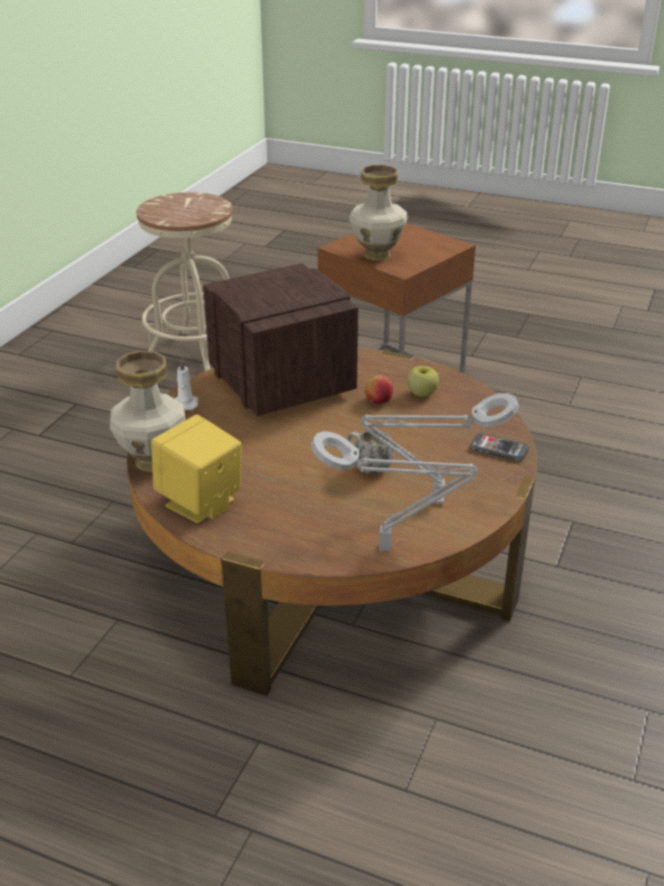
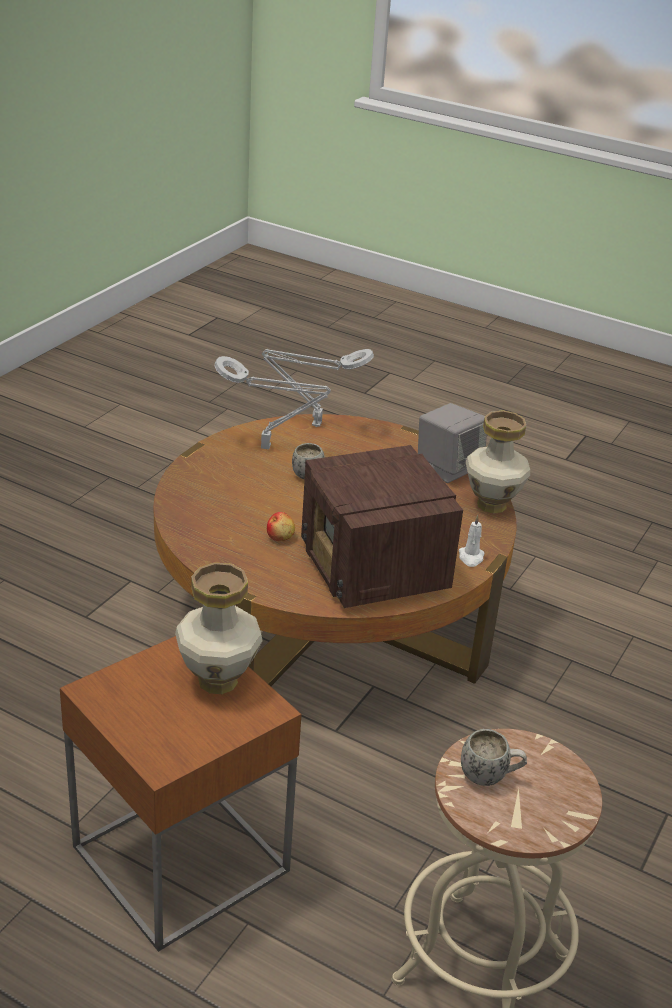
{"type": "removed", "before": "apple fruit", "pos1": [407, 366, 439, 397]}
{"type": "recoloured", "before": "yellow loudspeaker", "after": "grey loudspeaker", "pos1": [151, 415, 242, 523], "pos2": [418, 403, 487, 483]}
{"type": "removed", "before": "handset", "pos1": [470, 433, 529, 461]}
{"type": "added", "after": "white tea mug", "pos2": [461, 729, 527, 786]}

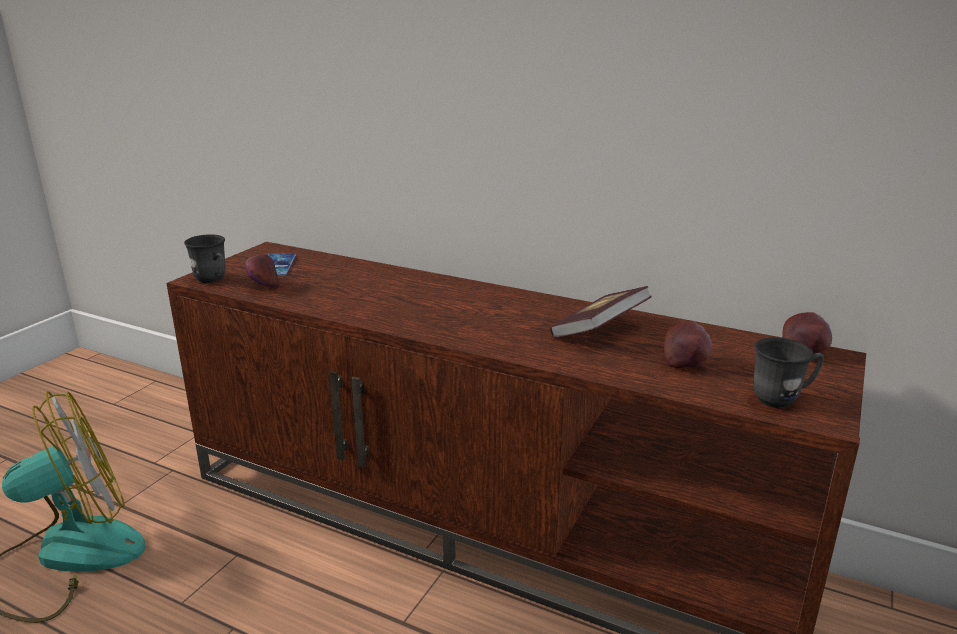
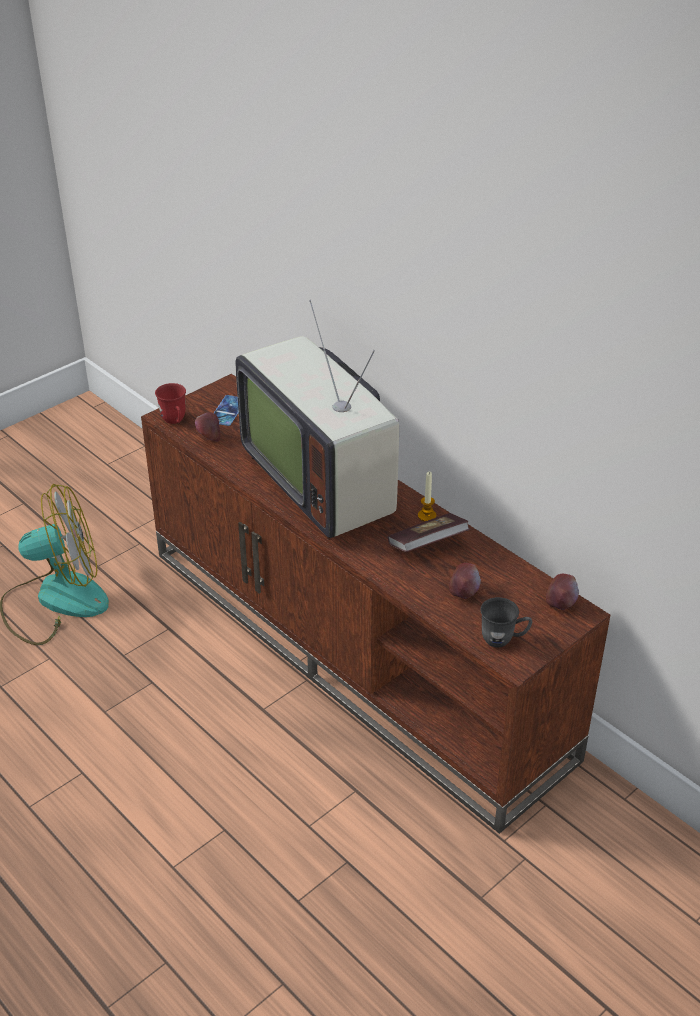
{"type": "recoloured", "before": "grey tea mug", "after": "red-coloured tea mug", "pos1": [184, 234, 226, 283], "pos2": [155, 383, 186, 424]}
{"type": "added", "after": "TV", "pos2": [235, 300, 399, 540]}
{"type": "added", "after": "wax light", "pos2": [418, 472, 436, 522]}

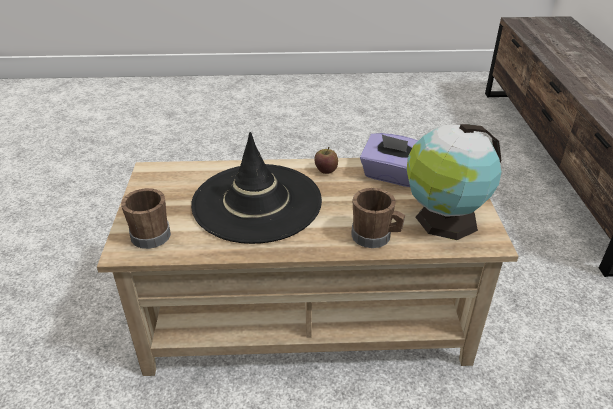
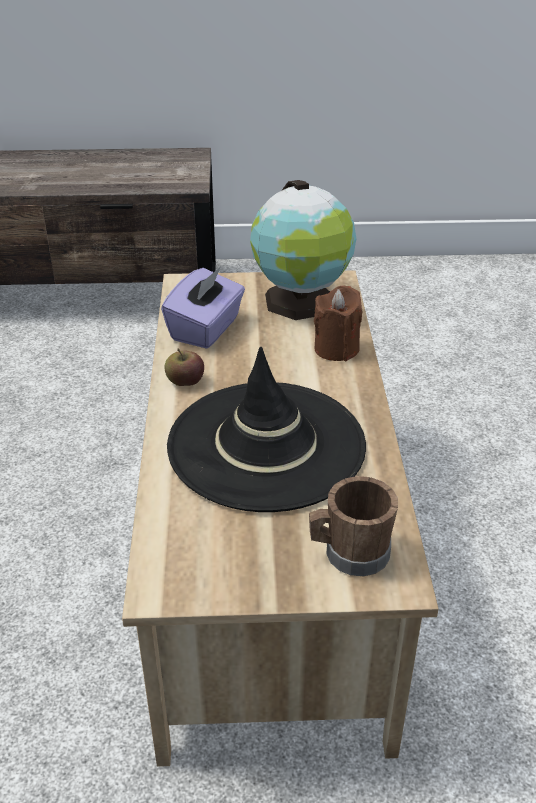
{"type": "replaced", "before": "brown tea mug", "after": "brown wax light", "pos1": [351, 188, 405, 248], "pos2": [314, 286, 363, 361]}

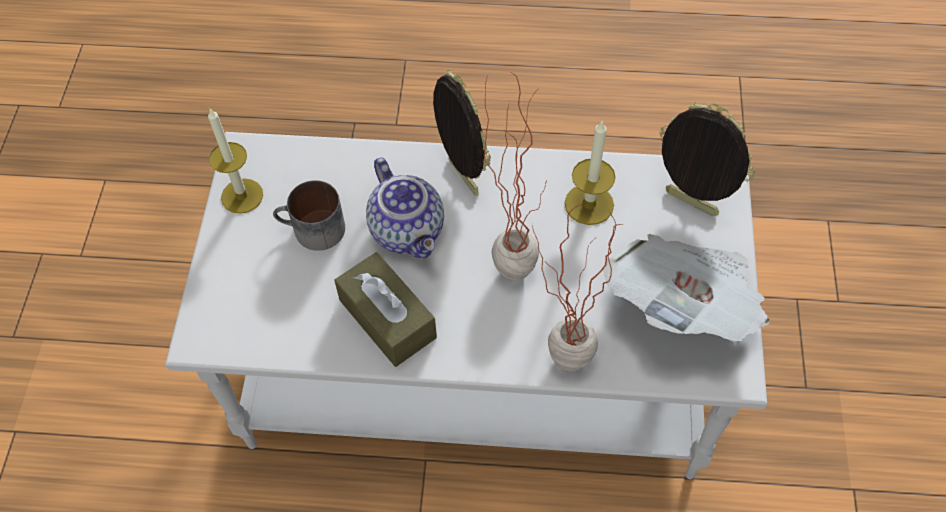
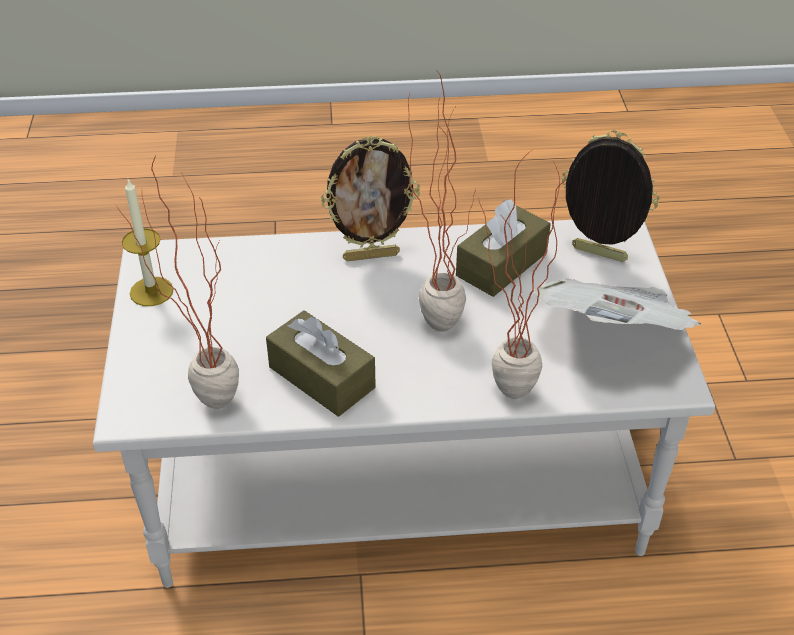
{"type": "turned", "before": "standing frame", "pos1": [433, 70, 491, 195], "pos2": [321, 135, 420, 261], "turn": 120}
{"type": "replaced", "before": "wax light", "after": "brown tissue box", "pos1": [565, 120, 616, 225], "pos2": [456, 199, 551, 297]}
{"type": "removed", "before": "pot for tea", "pos1": [366, 157, 444, 259]}
{"type": "removed", "before": "tea mug", "pos1": [273, 180, 345, 251]}
{"type": "added", "after": "plant in a pot", "pos2": [116, 155, 239, 409]}

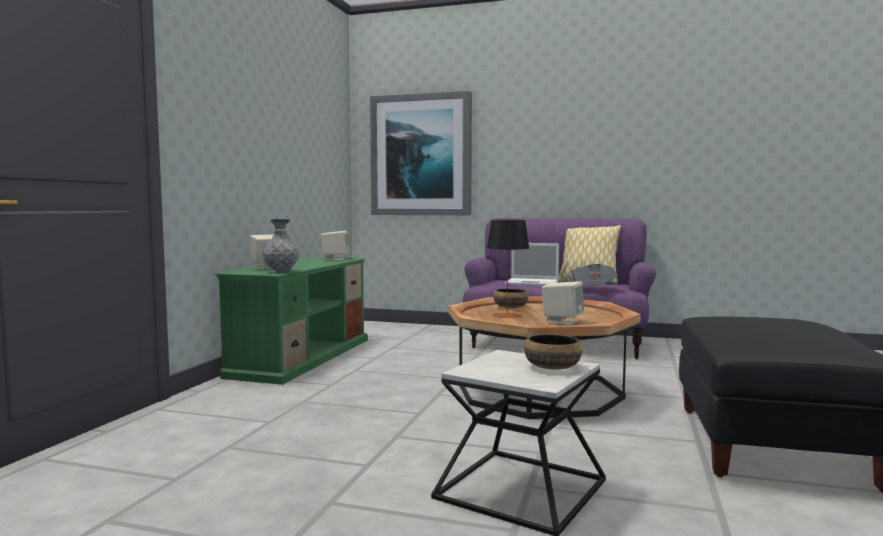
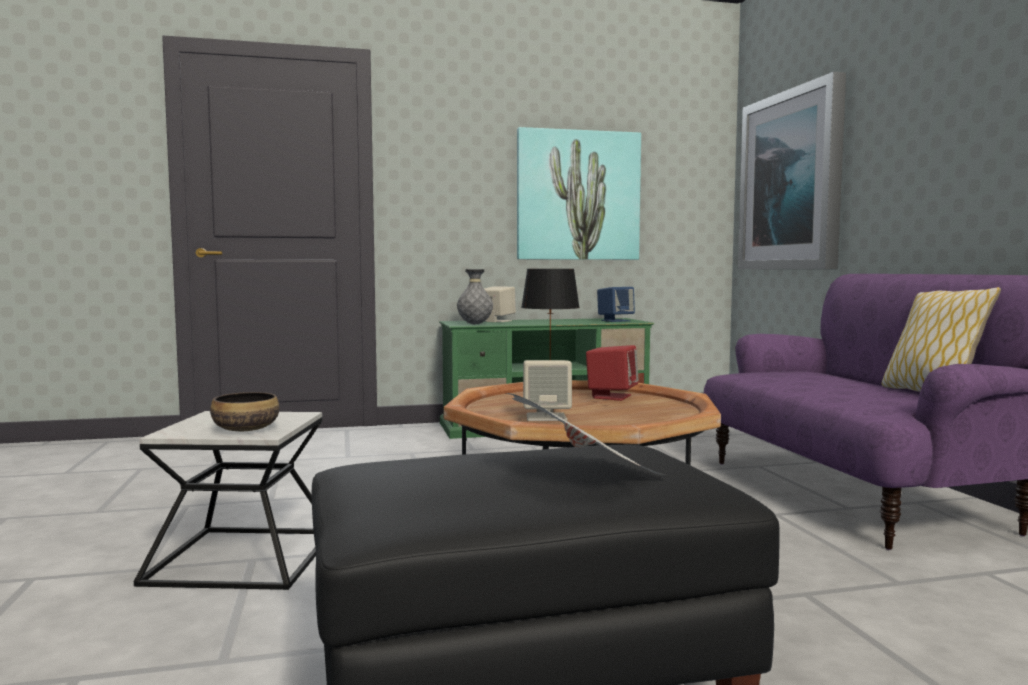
{"type": "recoloured", "before": "beige loudspeaker", "after": "blue-coloured loudspeaker", "pos1": [321, 231, 349, 260], "pos2": [597, 287, 635, 322]}
{"type": "removed", "before": "portable computer", "pos1": [505, 243, 559, 286]}
{"type": "moved", "before": "daily paper", "pos1": [570, 264, 618, 286], "pos2": [507, 393, 666, 475]}
{"type": "replaced", "before": "bowl", "after": "red-coloured loudspeaker", "pos1": [494, 289, 528, 308], "pos2": [586, 345, 639, 401]}
{"type": "added", "after": "picture", "pos2": [517, 127, 641, 260]}

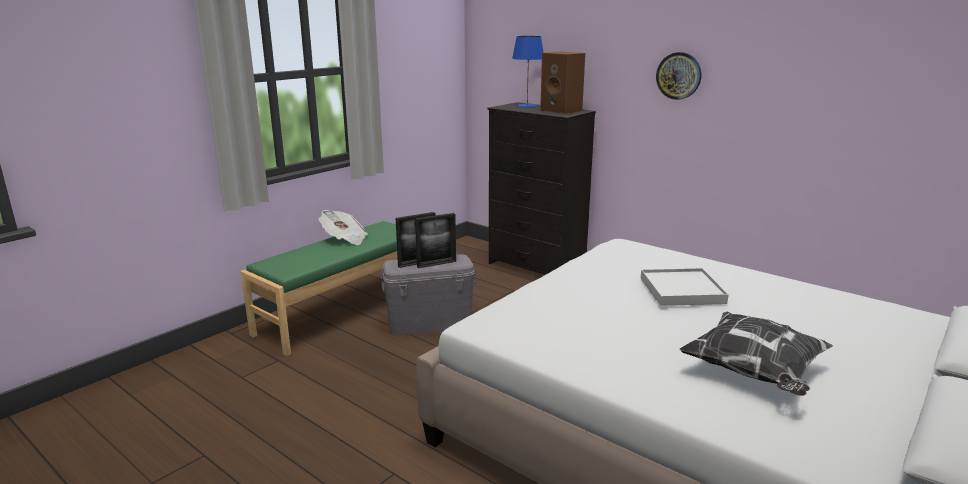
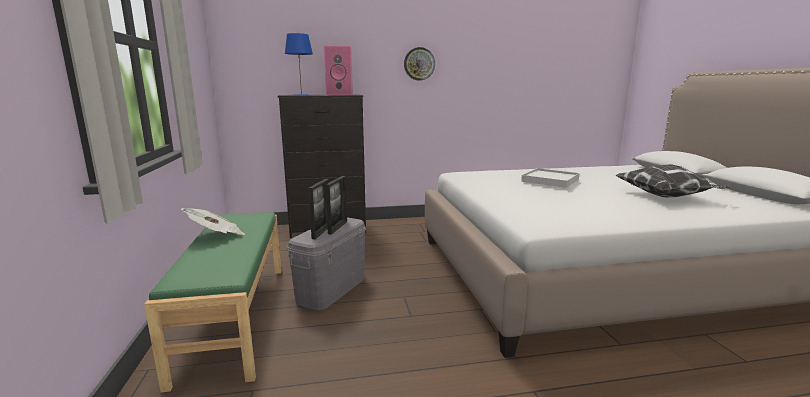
{"type": "recoloured", "before": "brown loudspeaker", "after": "pinkish loudspeaker", "pos1": [540, 51, 585, 114], "pos2": [324, 46, 353, 95]}

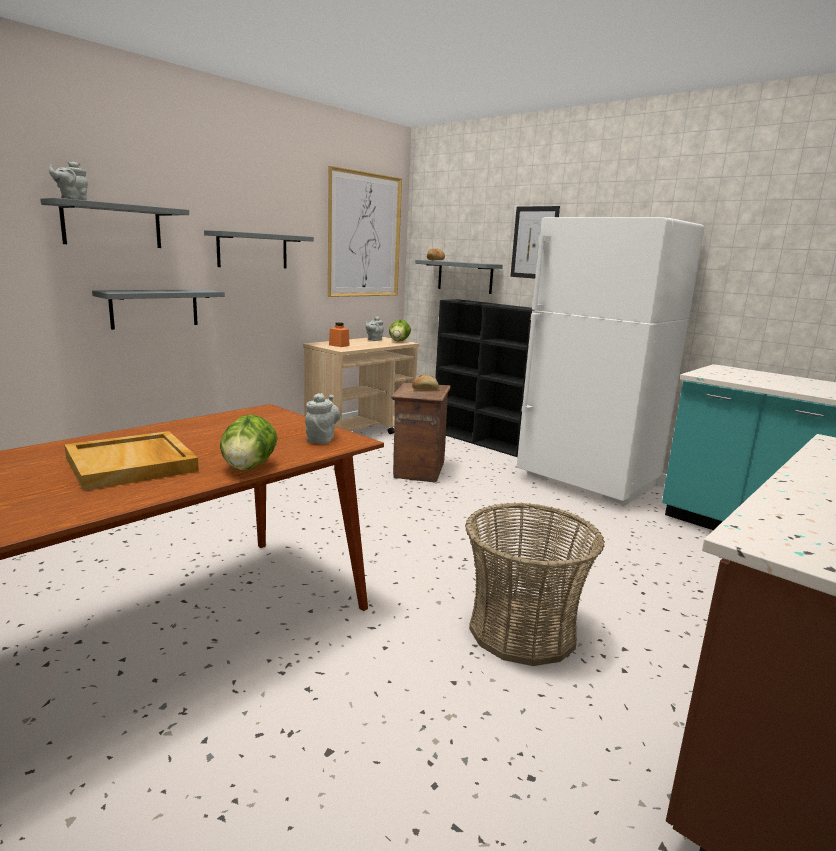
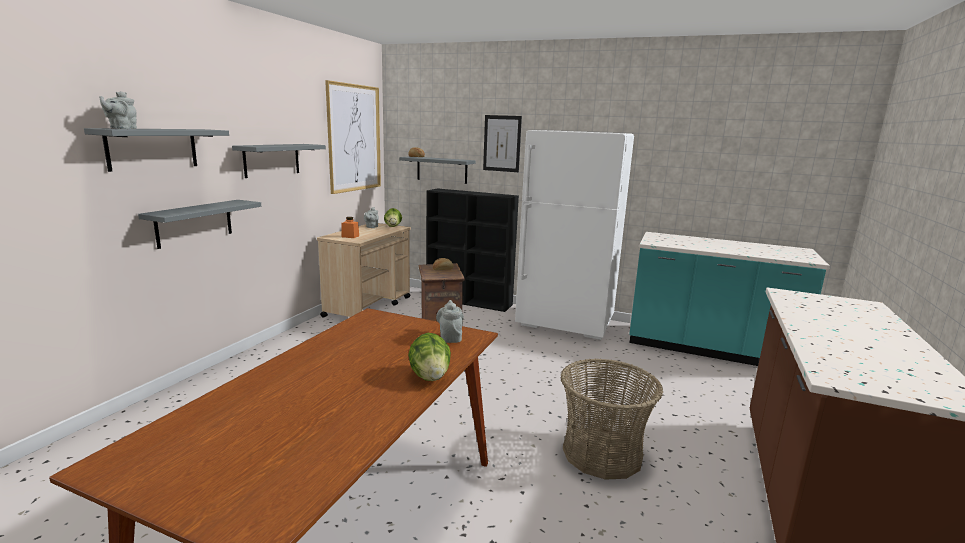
{"type": "removed", "before": "beige carrying tray", "pos1": [64, 431, 199, 491]}

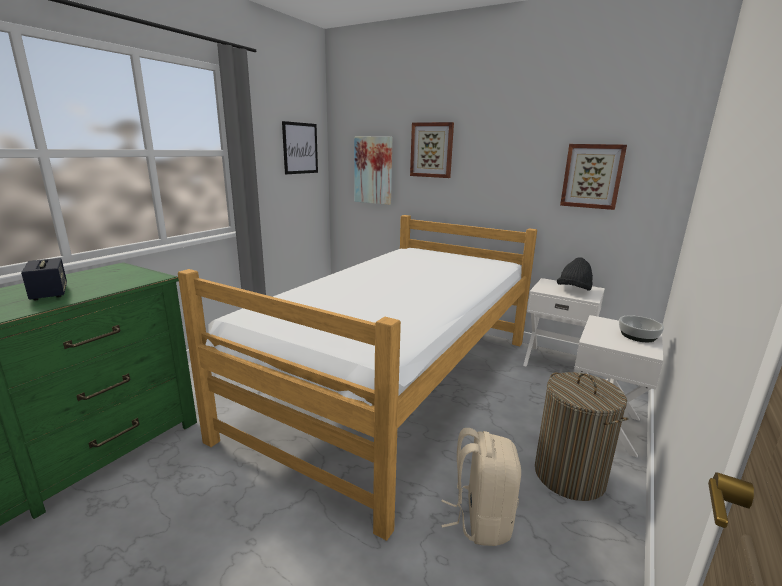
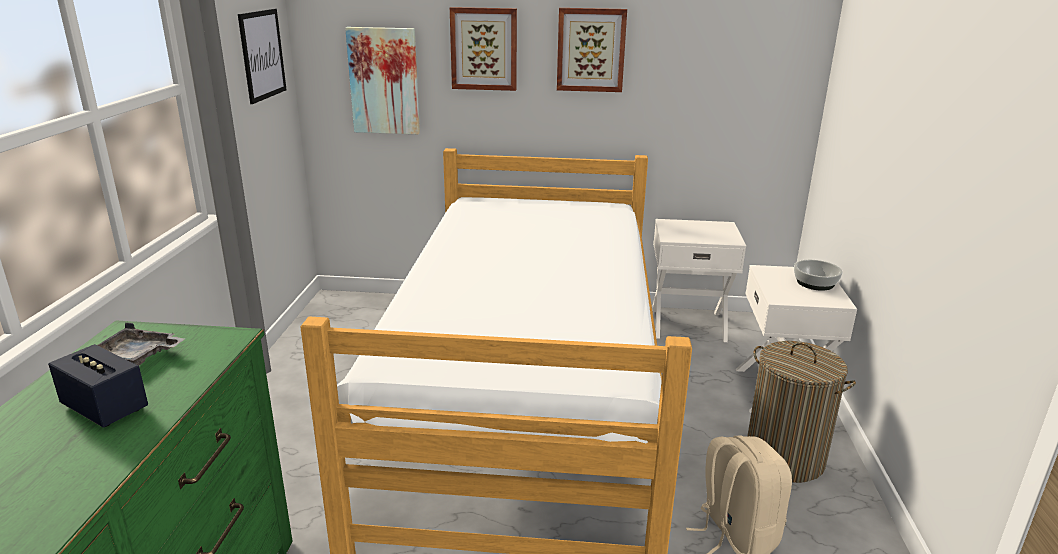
{"type": "moved", "before": "picture", "pos1": [560, 144, 627, 210], "pos2": [557, 8, 627, 92]}
{"type": "removed", "before": "black clothing hat", "pos1": [557, 257, 593, 290]}
{"type": "added", "after": "grey carrying tray", "pos2": [97, 322, 185, 366]}

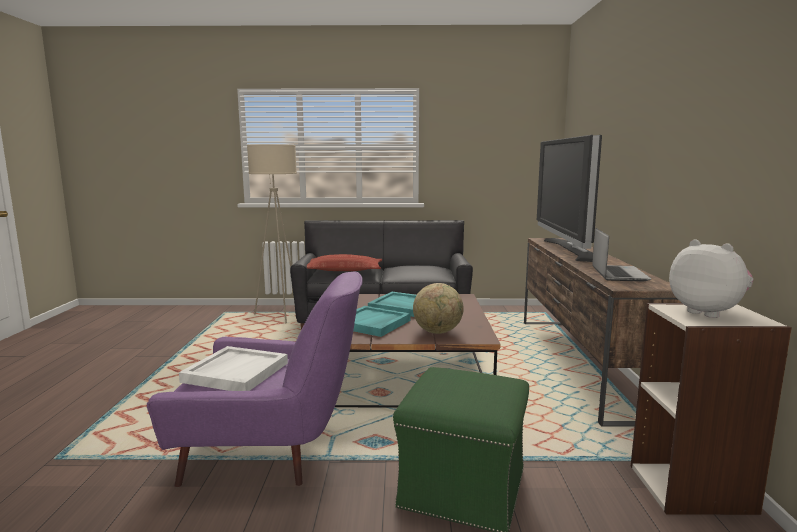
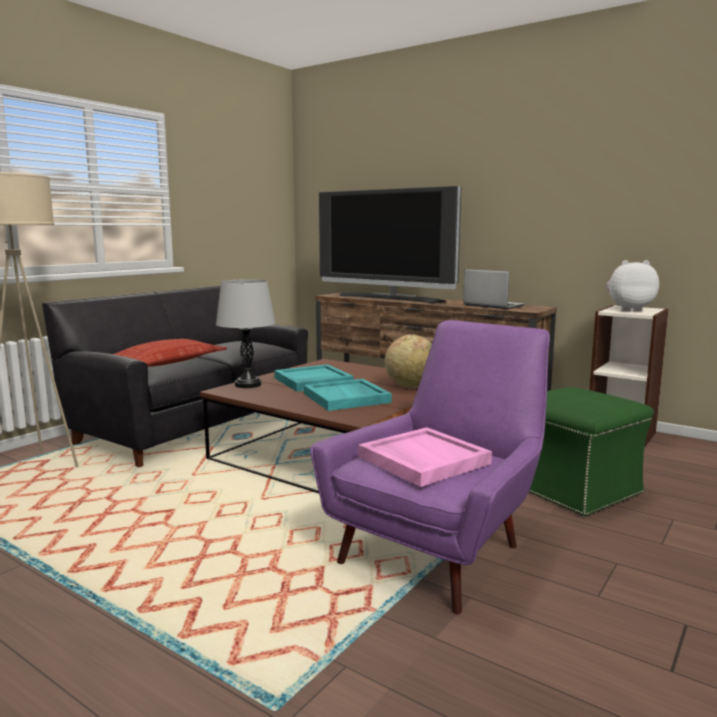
{"type": "recoloured", "before": "white carrying tray", "after": "pinkish carrying tray", "pos1": [179, 346, 288, 391], "pos2": [359, 427, 492, 487]}
{"type": "added", "after": "grey table lamp", "pos2": [216, 279, 275, 388]}

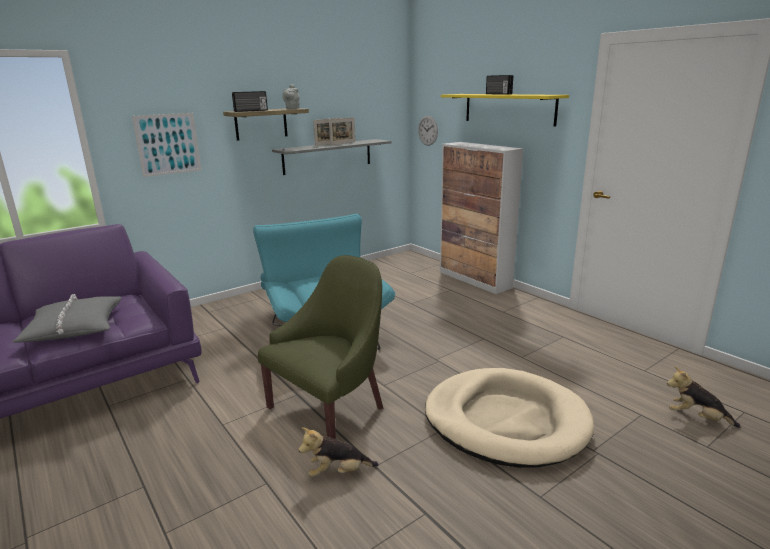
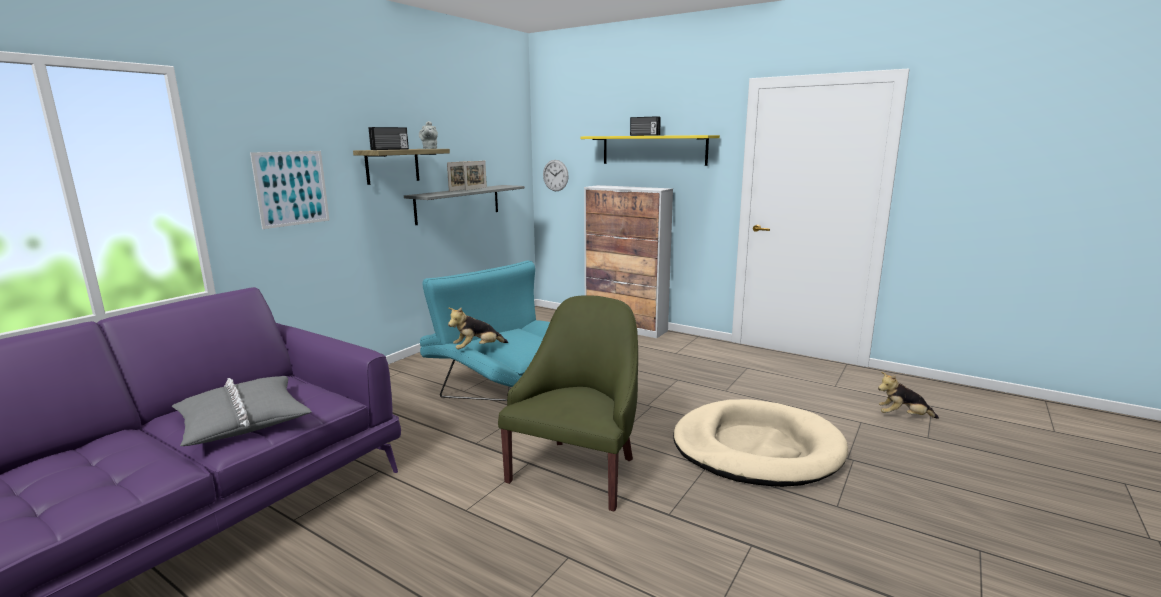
{"type": "moved", "before": "cuddly toy", "pos1": [298, 427, 379, 477], "pos2": [448, 308, 508, 349]}

